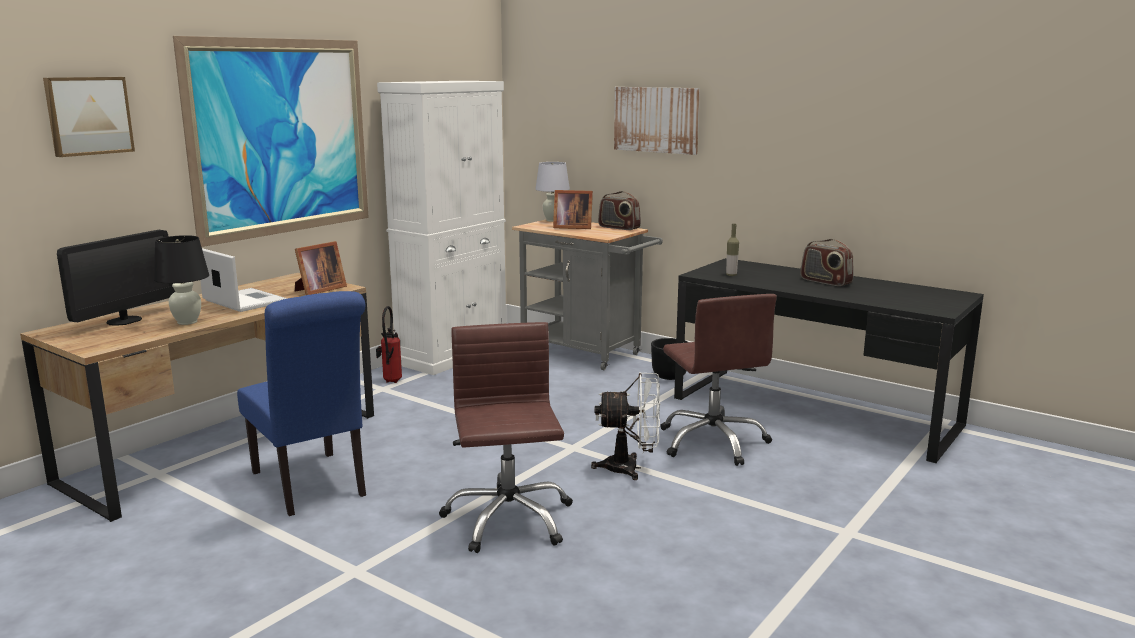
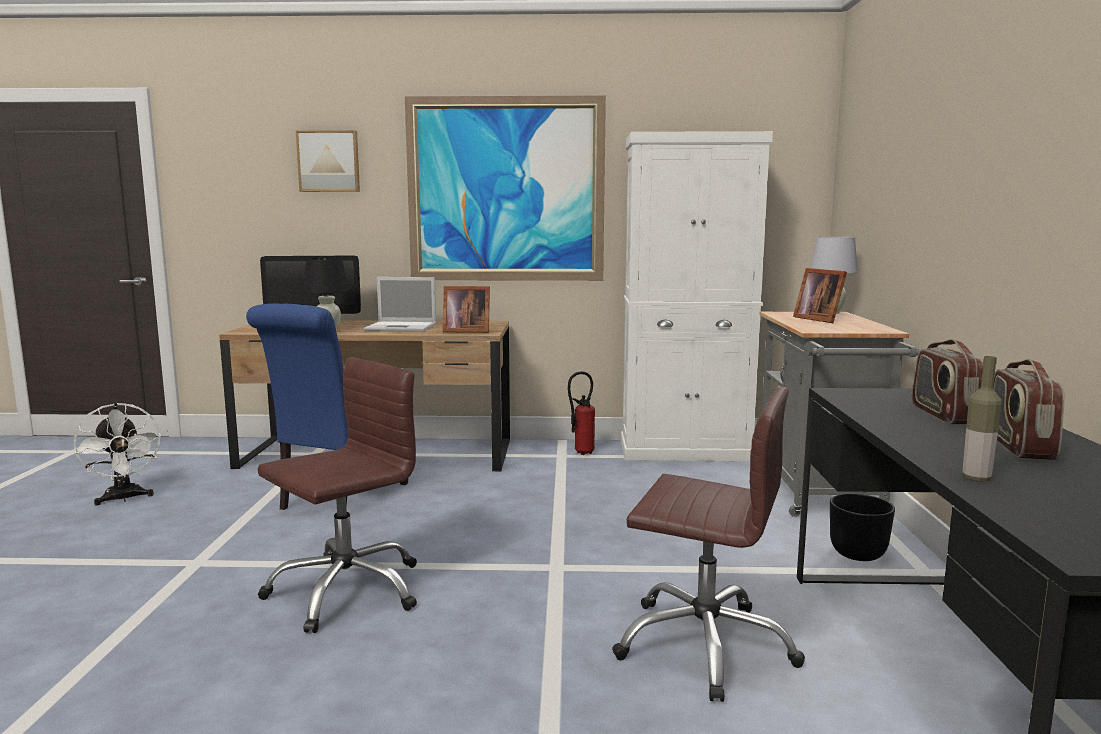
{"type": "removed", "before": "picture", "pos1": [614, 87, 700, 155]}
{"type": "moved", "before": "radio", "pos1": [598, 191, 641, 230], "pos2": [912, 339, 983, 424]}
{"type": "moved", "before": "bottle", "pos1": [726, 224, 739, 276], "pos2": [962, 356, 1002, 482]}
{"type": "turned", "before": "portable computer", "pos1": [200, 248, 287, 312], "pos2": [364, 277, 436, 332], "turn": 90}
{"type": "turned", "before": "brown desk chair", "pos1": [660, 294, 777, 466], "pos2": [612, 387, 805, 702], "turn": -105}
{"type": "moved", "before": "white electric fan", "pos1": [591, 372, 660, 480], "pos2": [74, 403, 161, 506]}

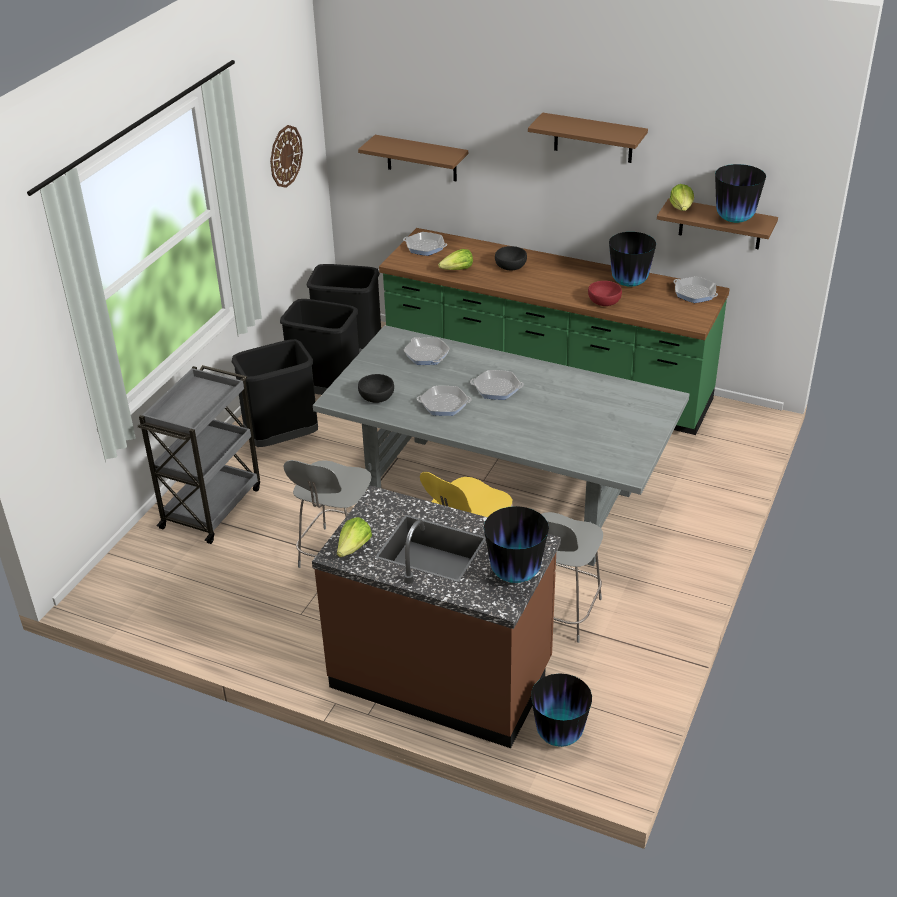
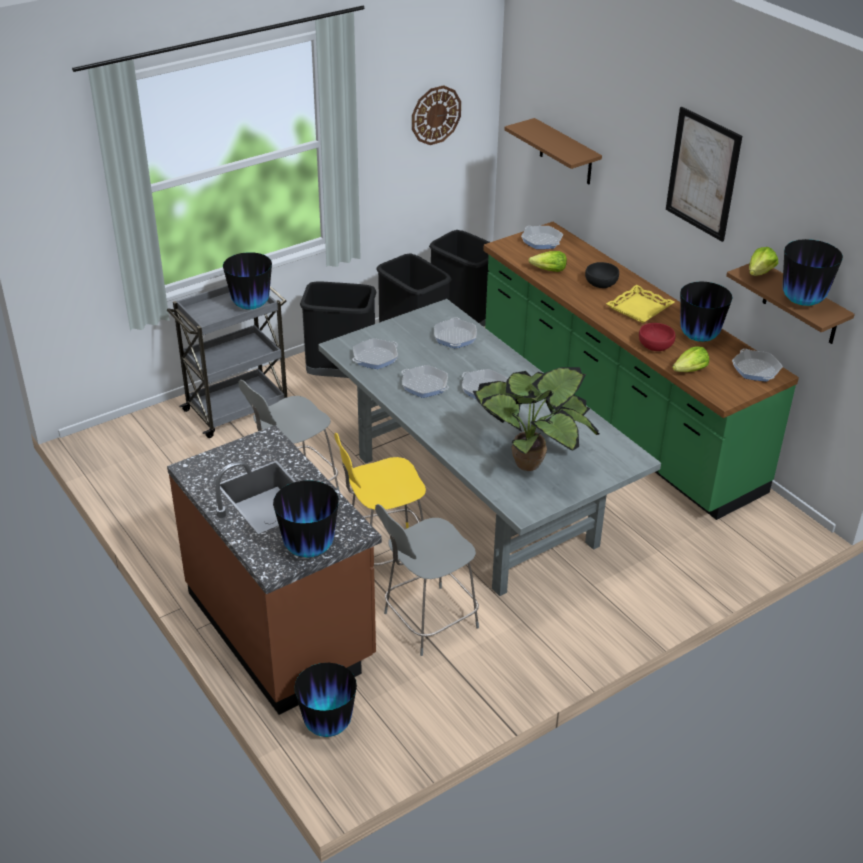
{"type": "replaced", "before": "brown wall shelf", "after": "picture", "pos1": [528, 113, 648, 163], "pos2": [666, 107, 742, 242]}
{"type": "replaced", "before": "black bowl", "after": "pan", "pos1": [358, 374, 394, 403], "pos2": [352, 338, 398, 369]}
{"type": "moved", "before": "lettuce", "pos1": [337, 517, 372, 557], "pos2": [672, 346, 709, 372]}
{"type": "added", "after": "flower vase", "pos2": [223, 252, 272, 310]}
{"type": "added", "after": "yellow carrying tray", "pos2": [606, 285, 675, 323]}
{"type": "added", "after": "plant in a pot", "pos2": [473, 367, 599, 471]}

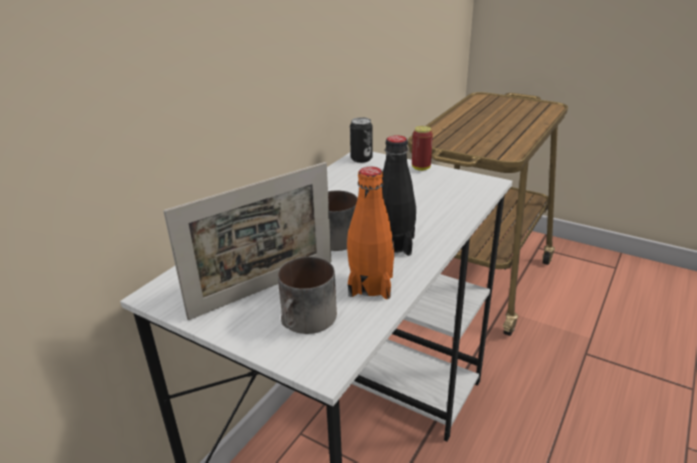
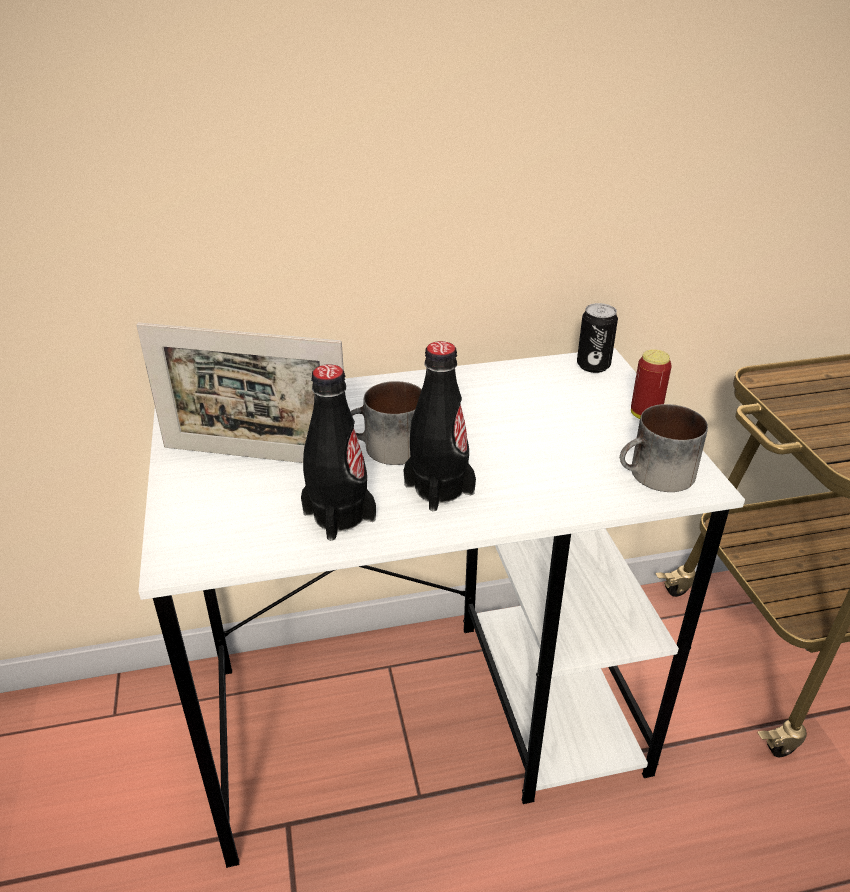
{"type": "recoloured", "before": "orangey bottle", "after": "black bottle", "pos1": [347, 167, 394, 299], "pos2": [301, 364, 376, 541]}
{"type": "moved", "before": "tea mug", "pos1": [278, 257, 337, 334], "pos2": [620, 404, 708, 492]}

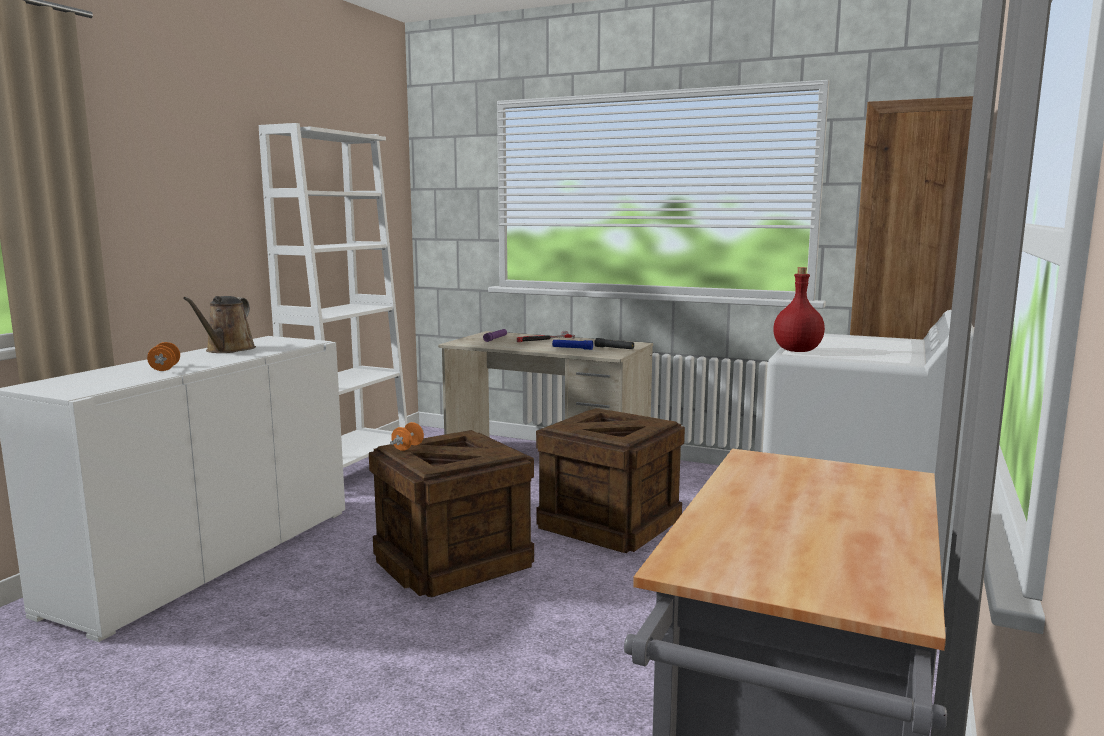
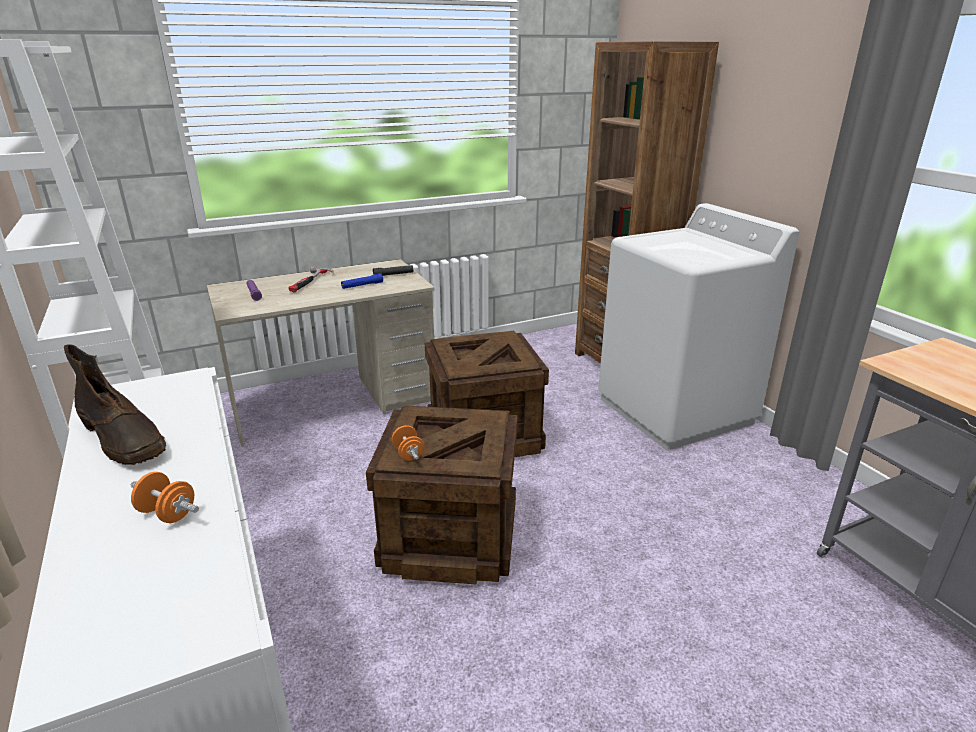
{"type": "removed", "before": "red-coloured bottle", "pos1": [773, 267, 825, 352]}
{"type": "replaced", "before": "brown watering can", "after": "brown boot", "pos1": [183, 296, 256, 353], "pos2": [64, 344, 166, 465]}

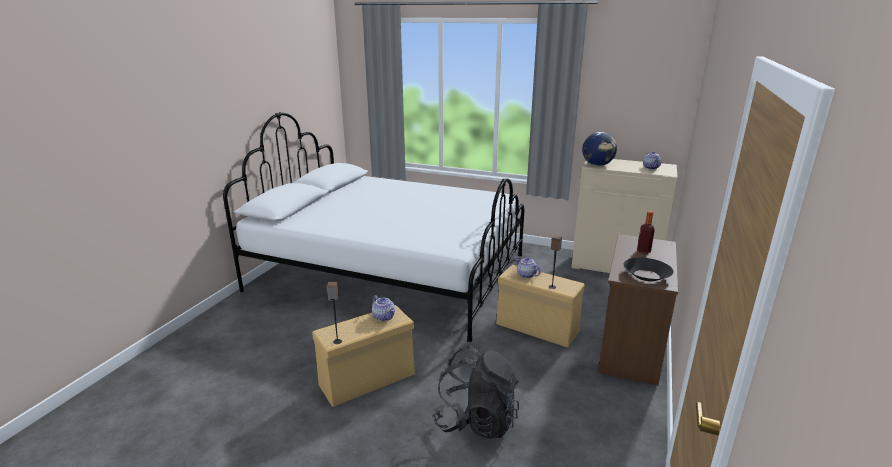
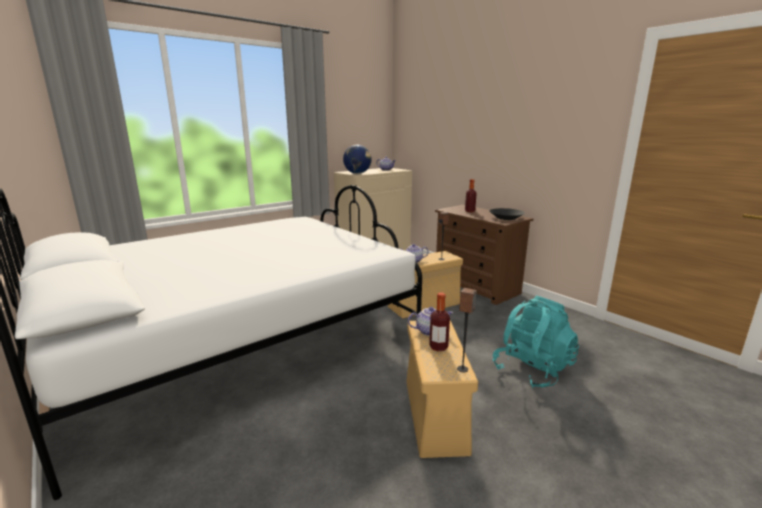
{"type": "recoloured", "before": "black backpack", "after": "blue-green backpack", "pos1": [432, 345, 519, 439], "pos2": [492, 296, 579, 388]}
{"type": "added", "after": "bottle", "pos2": [429, 292, 450, 351]}

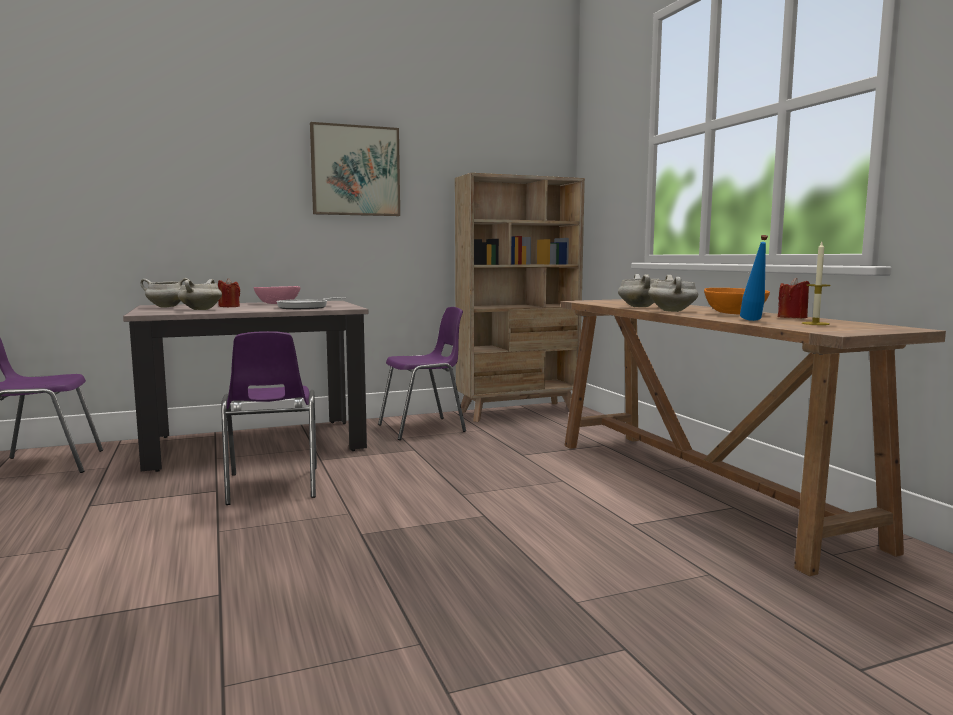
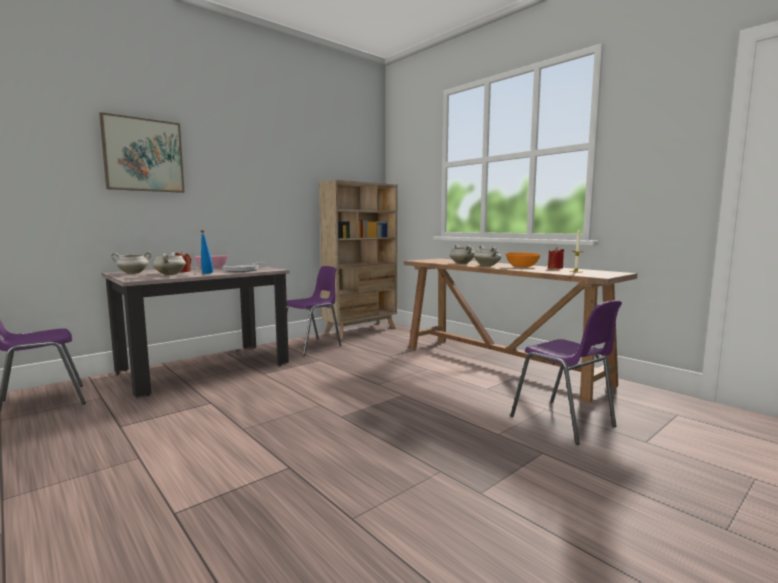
{"type": "moved", "before": "picture", "pos1": [310, 122, 400, 216], "pos2": [99, 112, 185, 193]}
{"type": "moved", "before": "blue-coloured bottle", "pos1": [740, 235, 768, 321], "pos2": [201, 230, 214, 274]}
{"type": "moved", "before": "purple-coloured plain chair", "pos1": [221, 331, 317, 505], "pos2": [510, 300, 622, 445]}

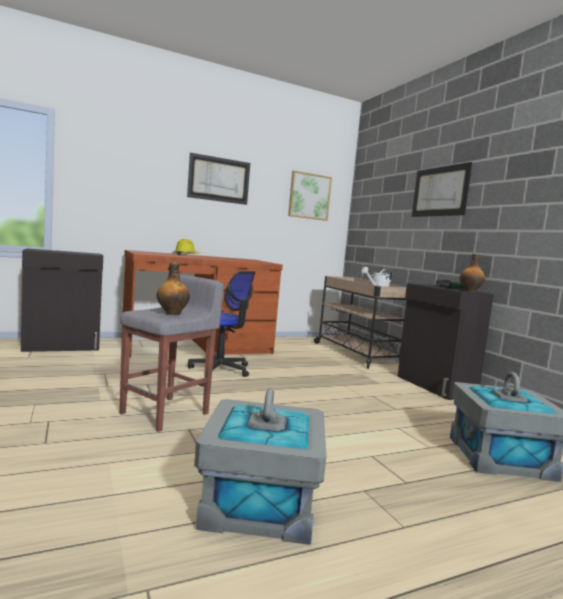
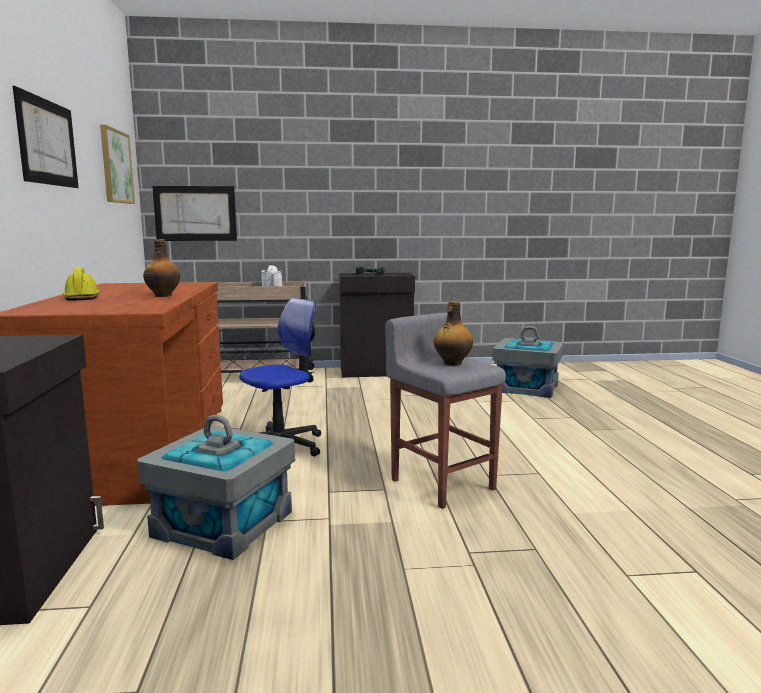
{"type": "moved", "before": "picture", "pos1": [412, 162, 472, 217], "pos2": [152, 186, 237, 241]}
{"type": "moved", "before": "bottle", "pos1": [459, 254, 485, 292], "pos2": [143, 239, 180, 297]}
{"type": "moved", "before": "grey storage box", "pos1": [194, 388, 326, 545], "pos2": [138, 415, 295, 560]}

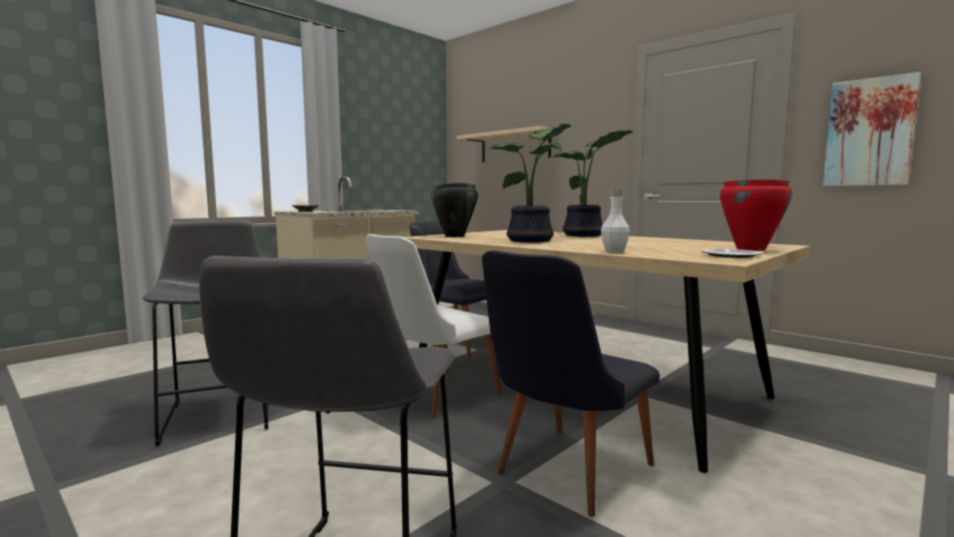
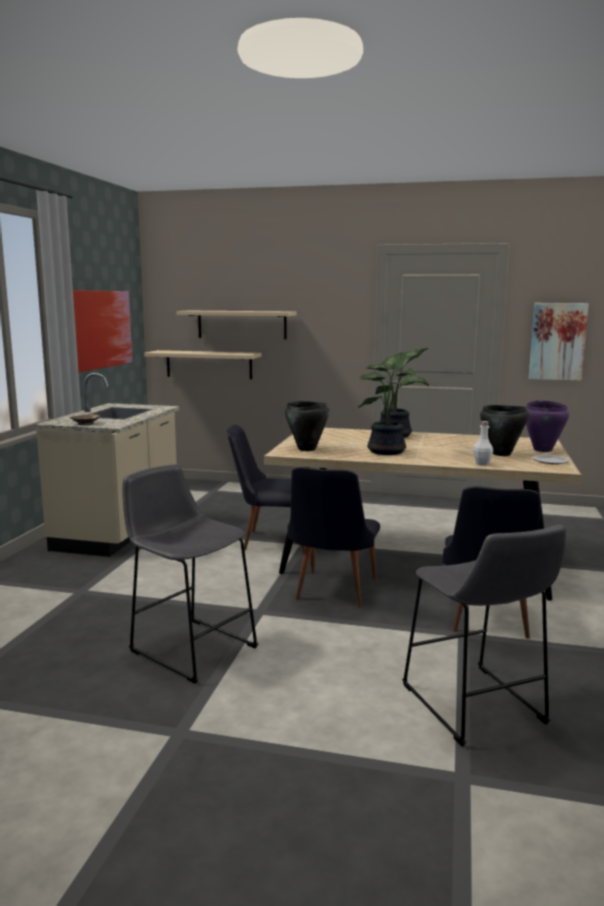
{"type": "recoloured", "before": "red-coloured saucepot", "after": "purple-coloured saucepot", "pos1": [720, 179, 793, 251], "pos2": [526, 400, 569, 452]}
{"type": "recoloured", "before": "white plain chair", "after": "black plain chair", "pos1": [366, 234, 502, 418], "pos2": [288, 467, 380, 608]}
{"type": "added", "after": "picture", "pos2": [73, 290, 132, 372]}
{"type": "added", "after": "beige wall shelf", "pos2": [144, 350, 261, 379]}
{"type": "added", "after": "black saucepot", "pos2": [480, 405, 529, 456]}

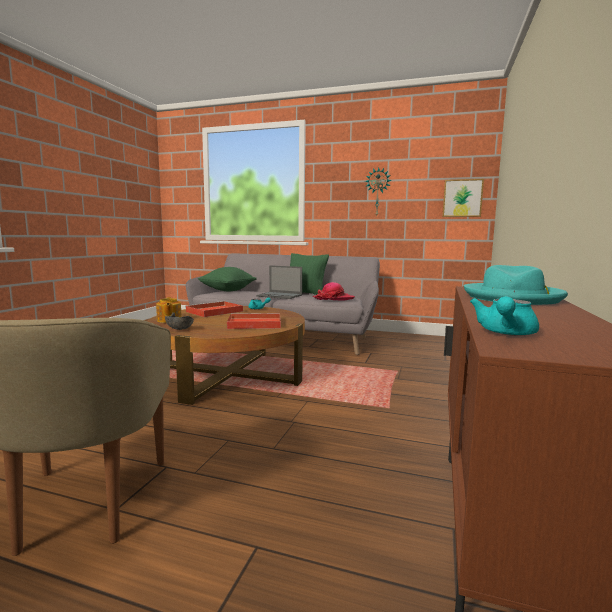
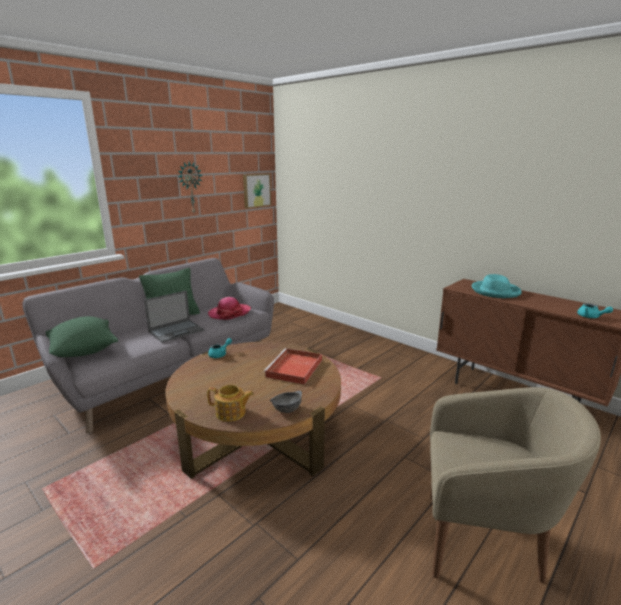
{"type": "removed", "before": "red-coloured carrying tray", "pos1": [185, 301, 243, 317]}

